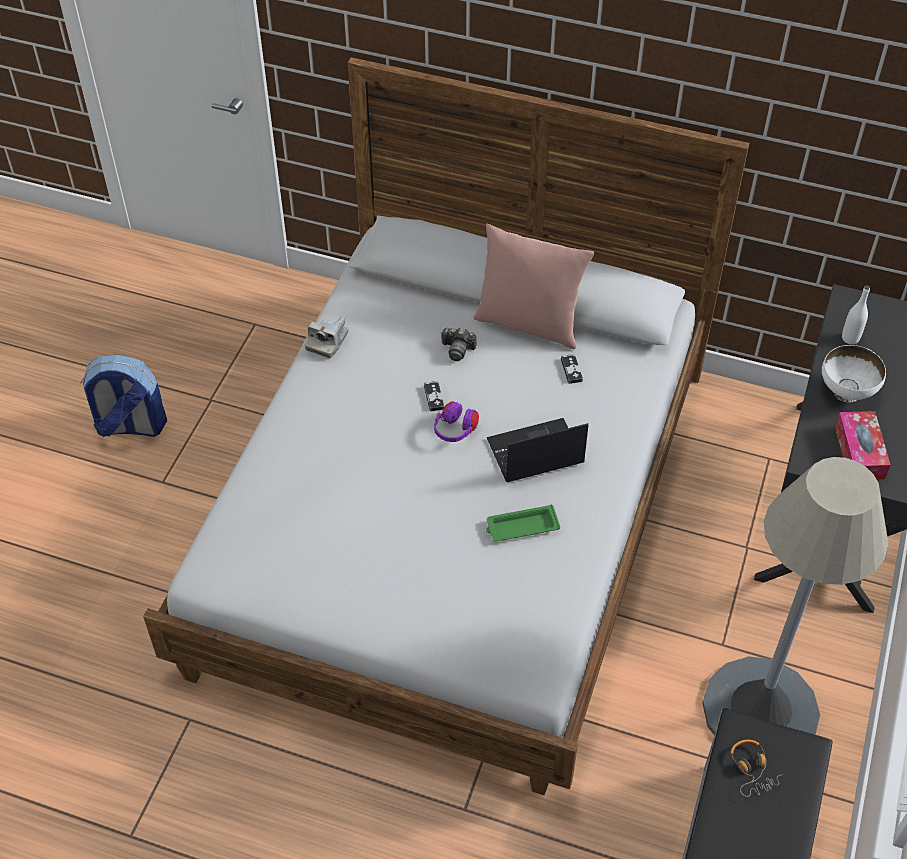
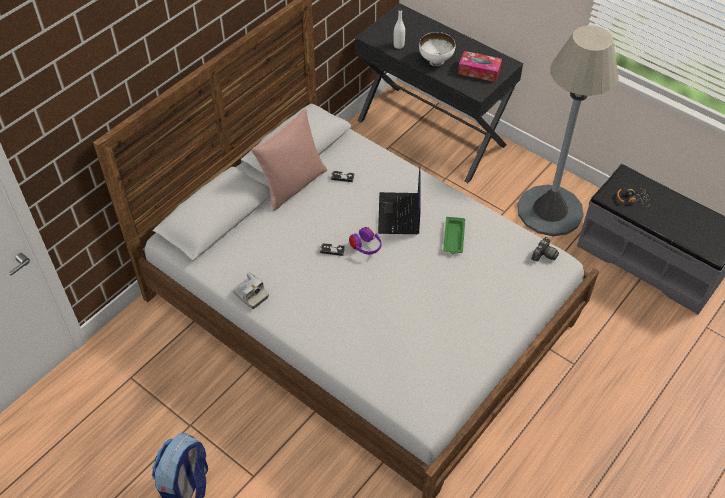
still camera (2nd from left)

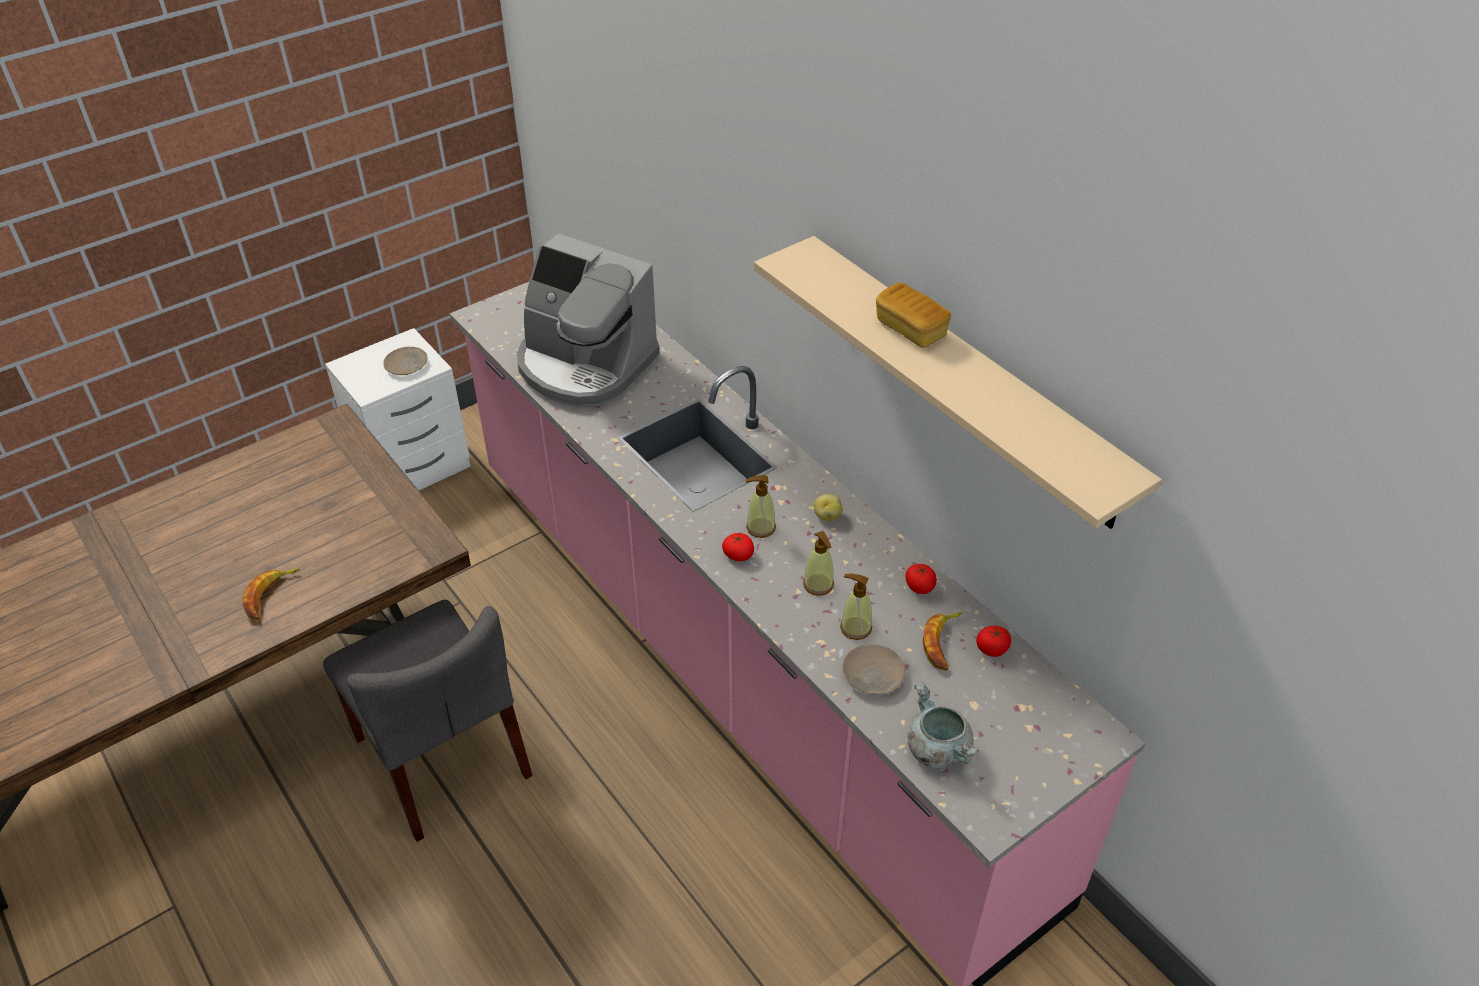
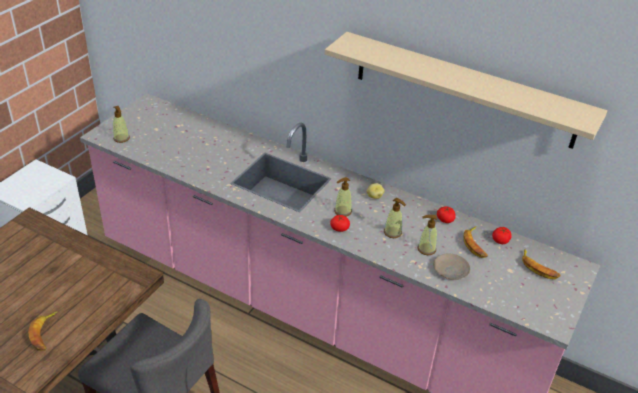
flat dish (beige) (1st from left in the first image)
coffee machine
bread
saucepot (gray)
soap bottle (1st from left)
banana fruit (3rd from left)

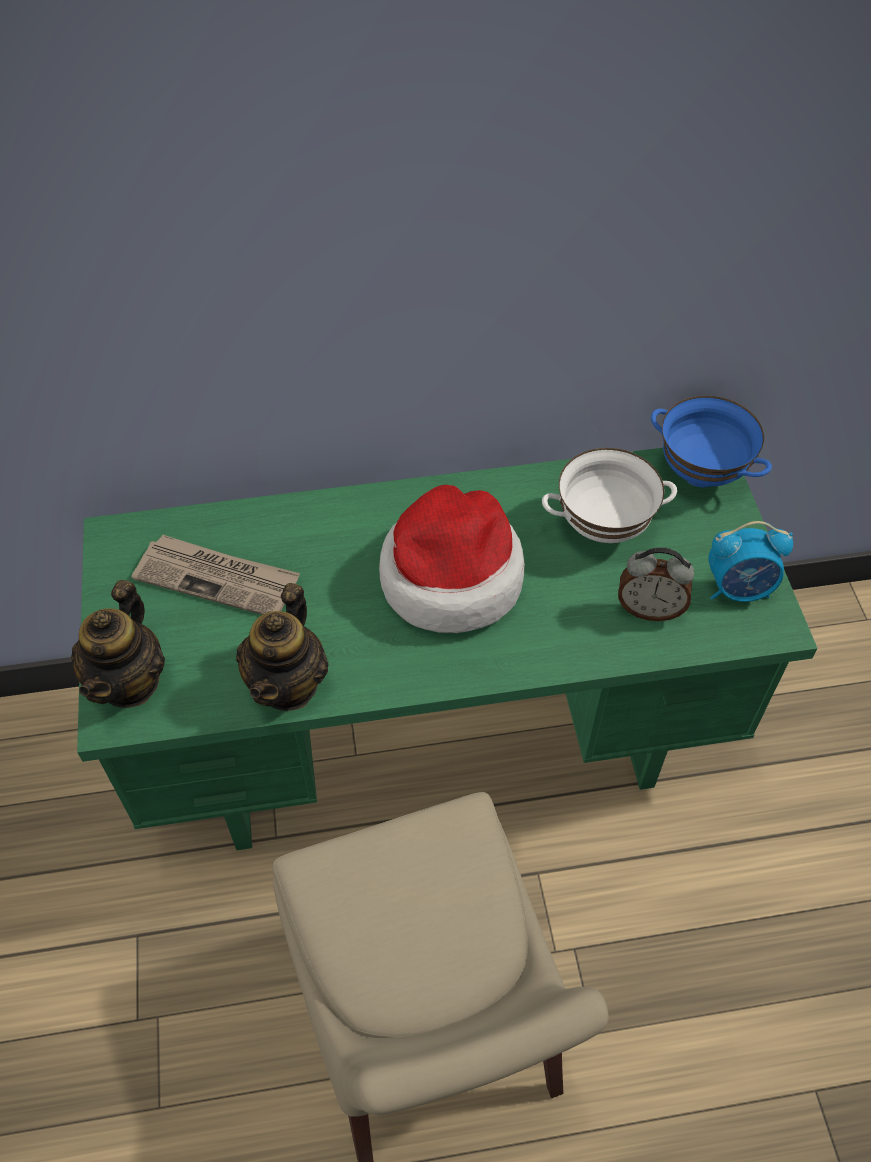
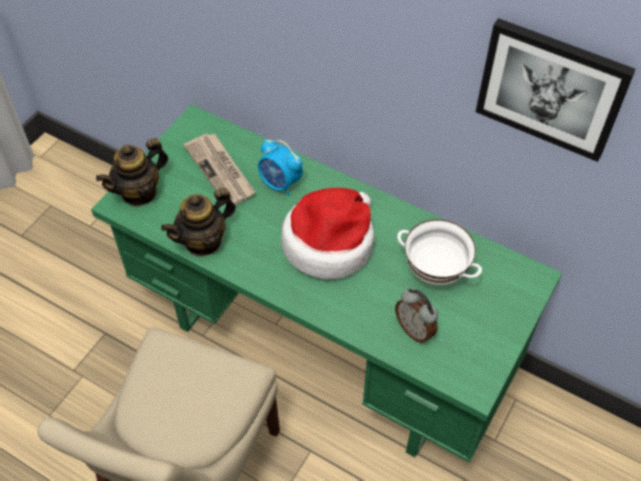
deep dish (blue-coloured)
table clock (1st from left)
wall picture

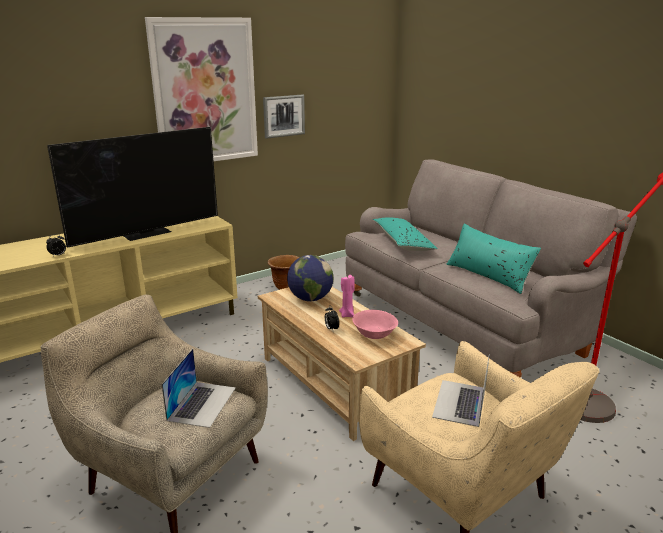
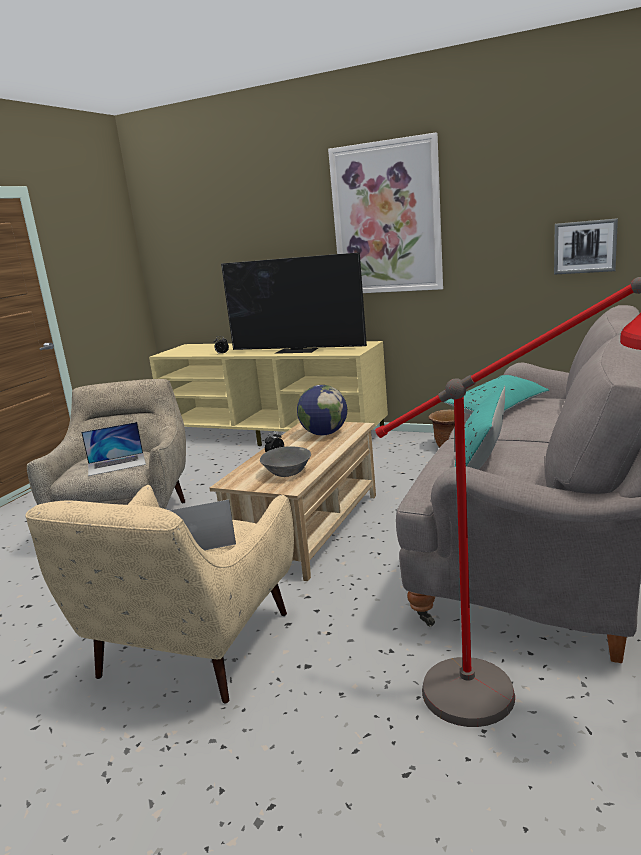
wall picture (2nd from left)
candle (pinkish)
deep dish (gray)

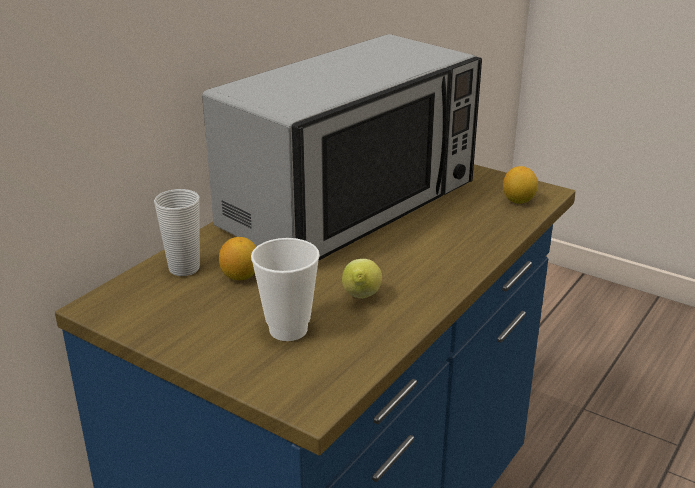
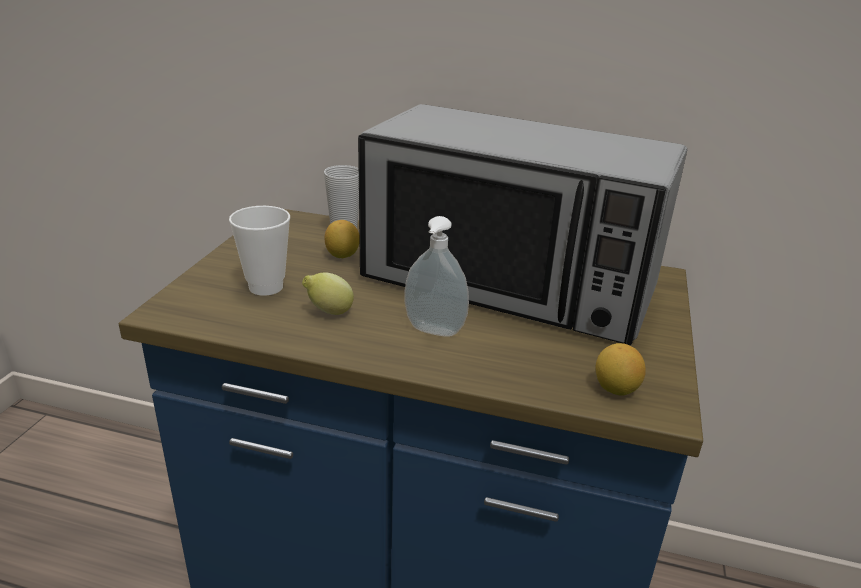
soap bottle

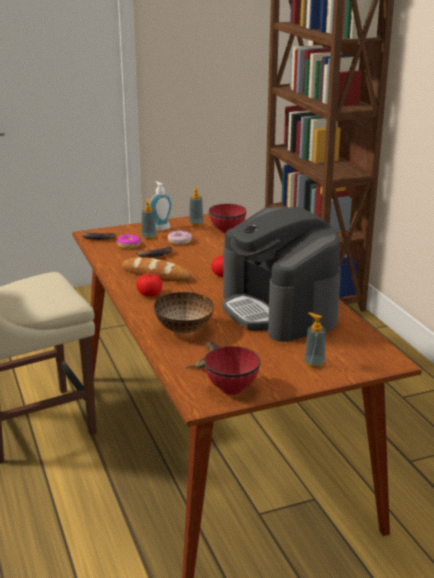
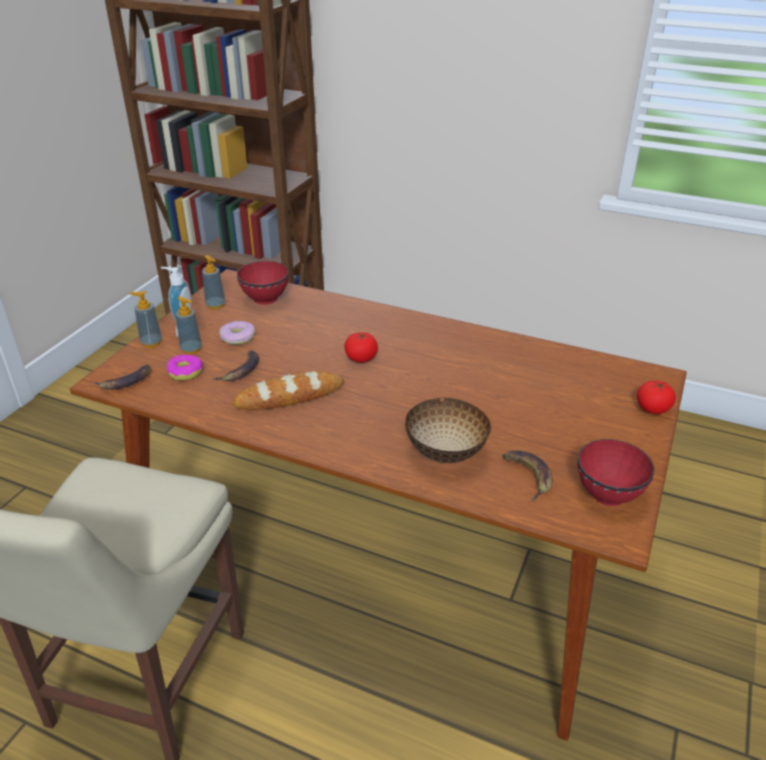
fresh tomato (2nd from left)
coffee machine
soap bottle (1st from left)

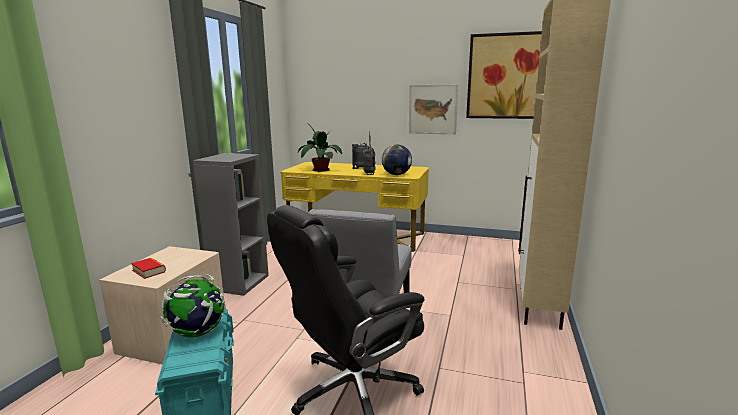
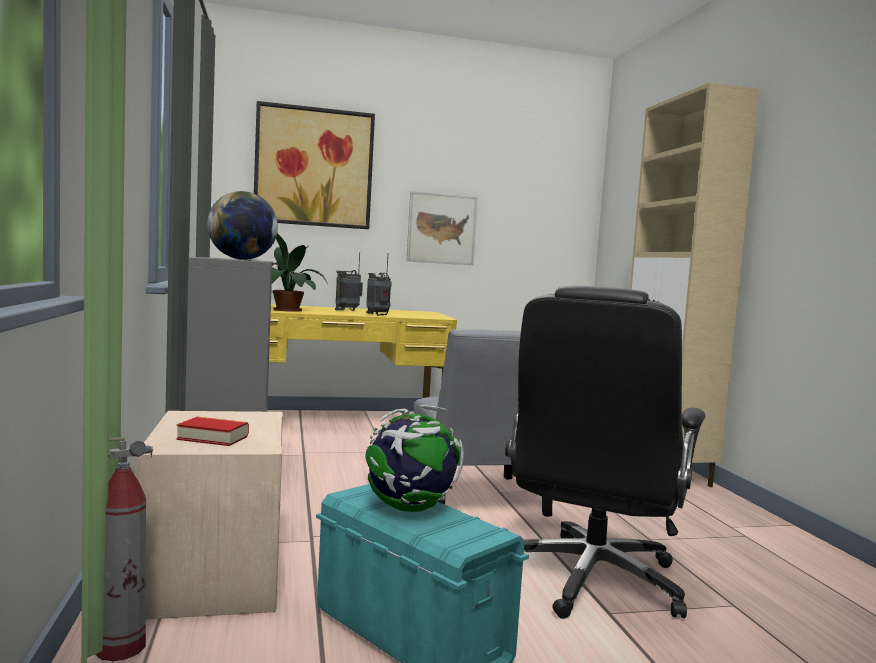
globe (1st from left)
wall picture (1st from left)
fire-fighting cylinder

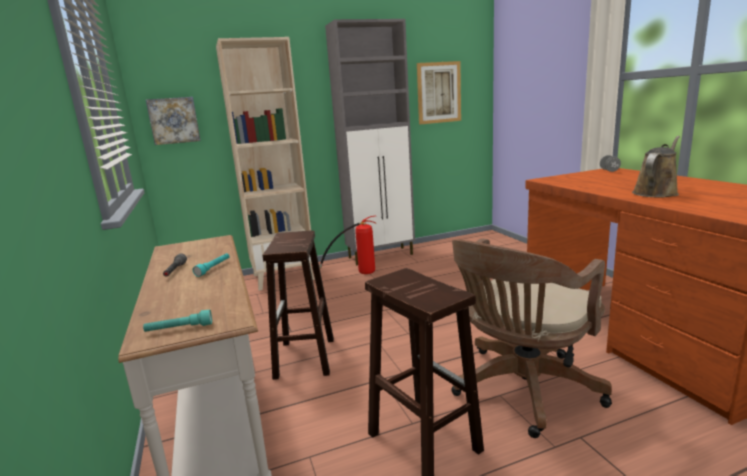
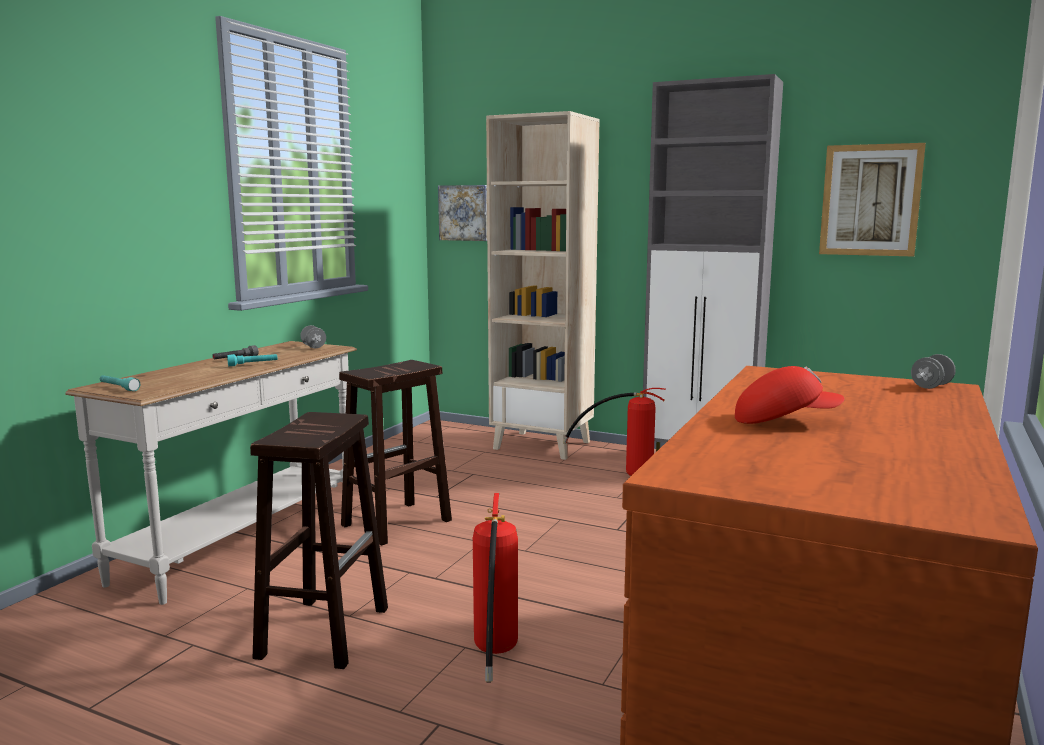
fire-fighting cylinder (1st from left)
cap (reddish)
hand weight (gray) (1st from left)

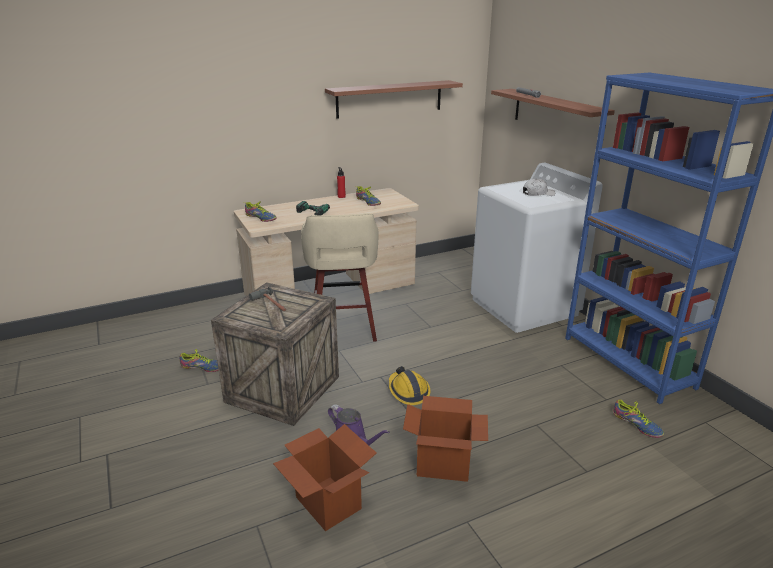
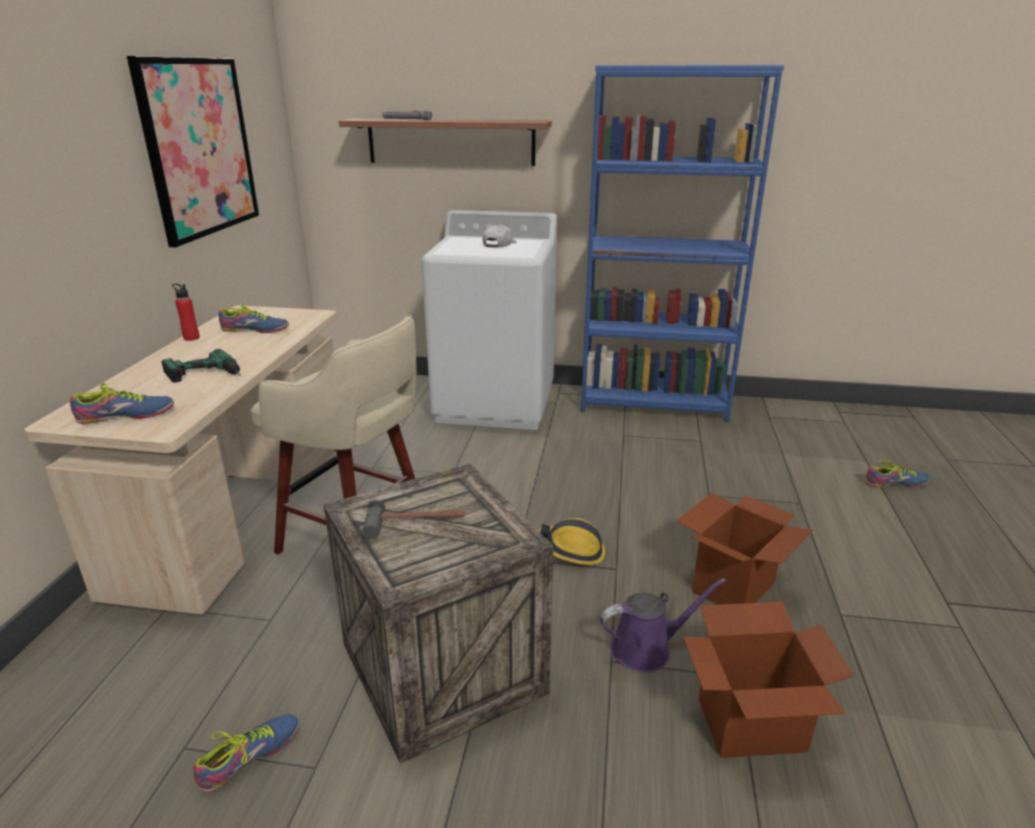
wall picture
item of footwear (4th from left)

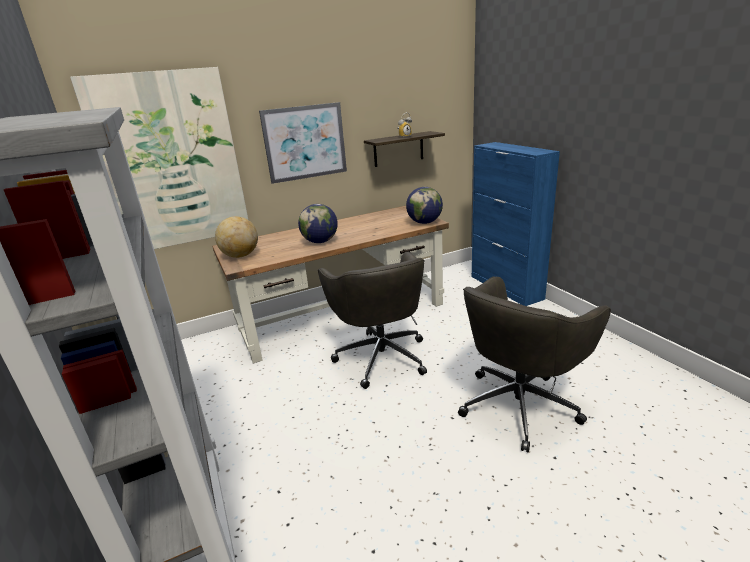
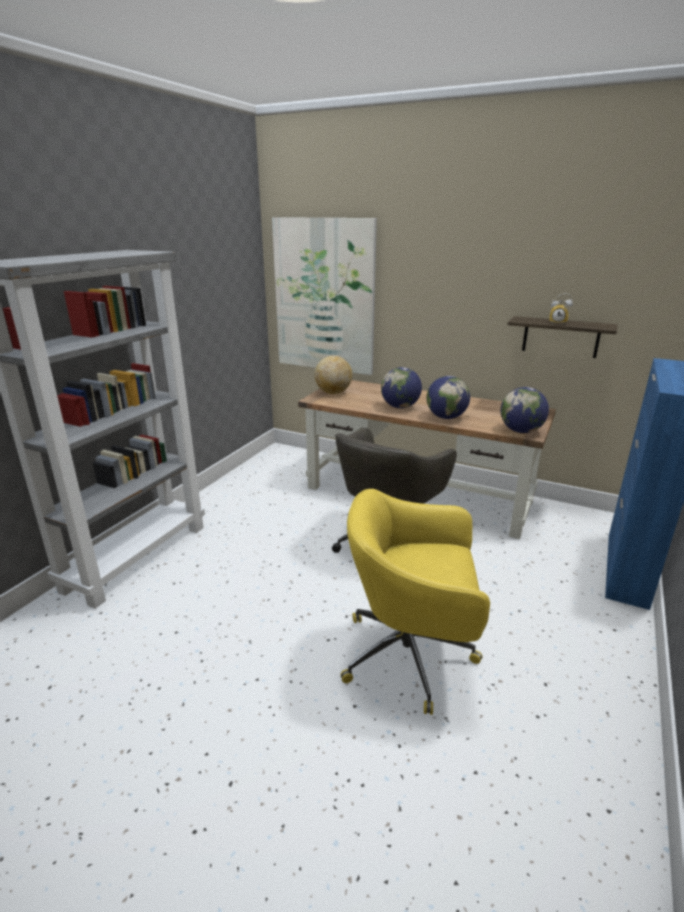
wall picture (2nd from left in the first image)
desk chair (yellowish)
globe (3rd from left)

